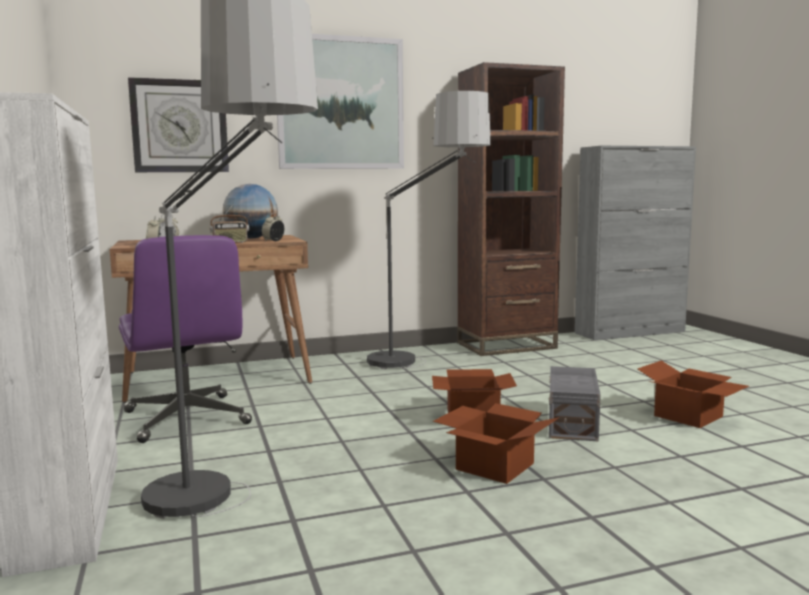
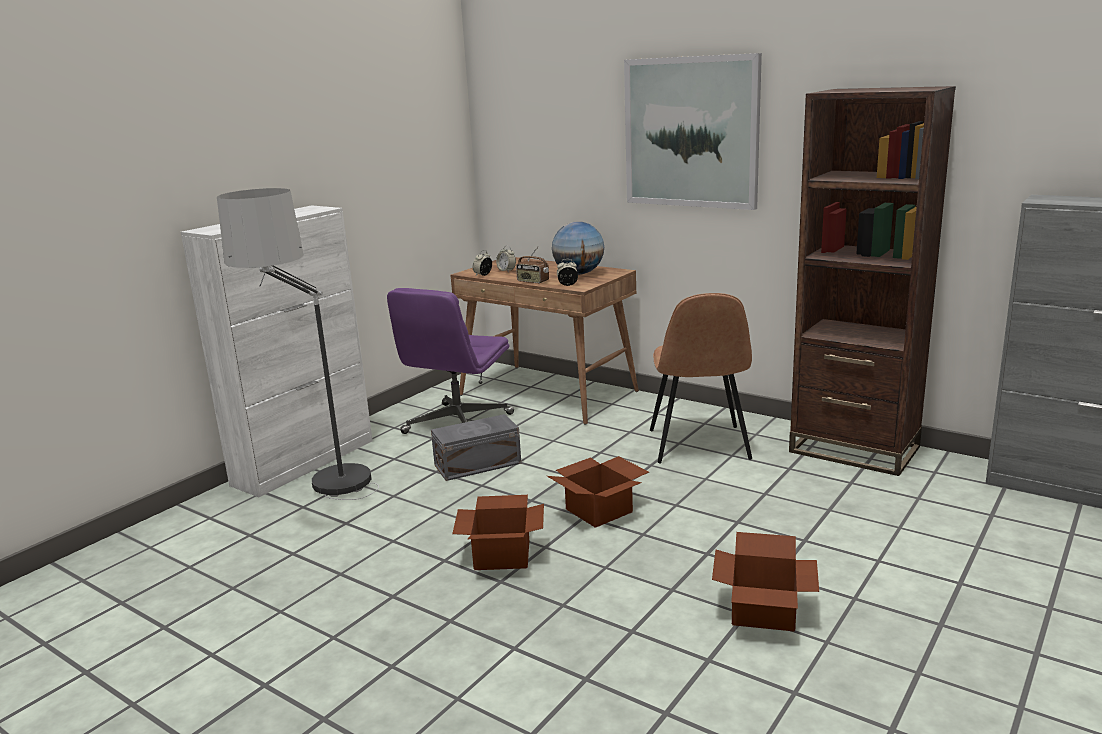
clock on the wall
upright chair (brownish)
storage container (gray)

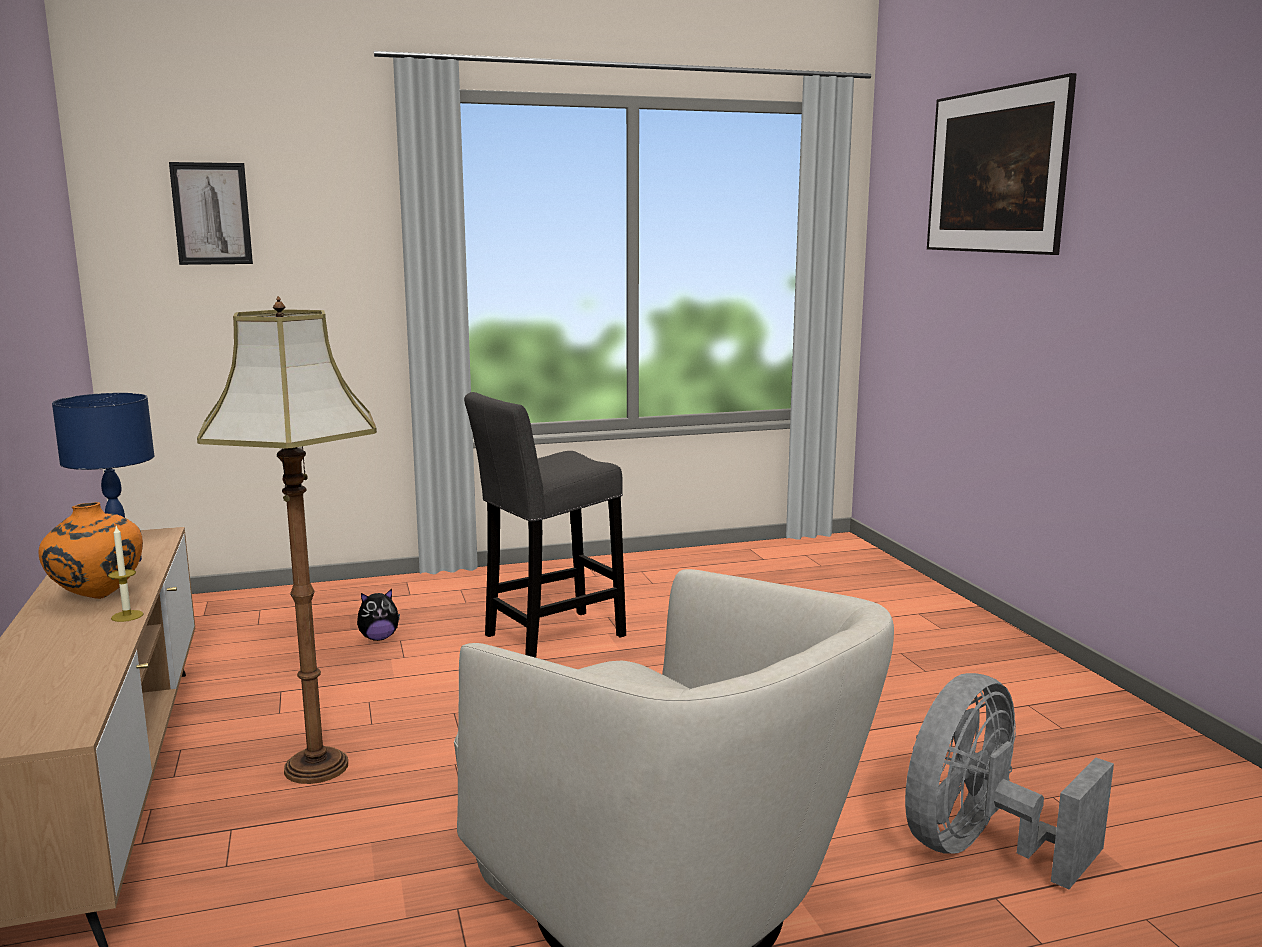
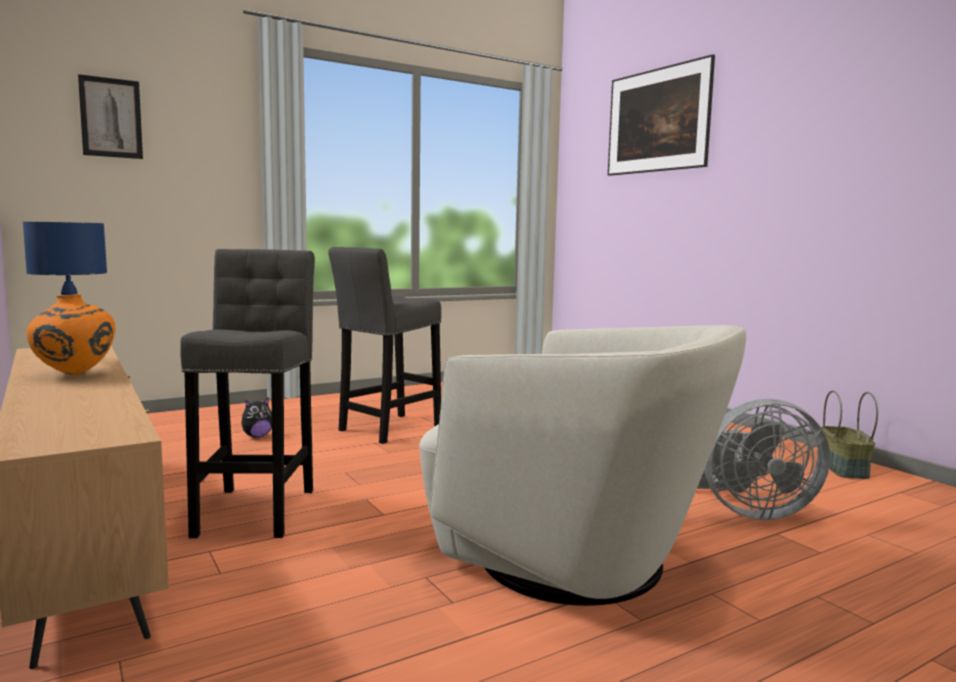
candle
sitting stool (gray) (1st from left)
electric fan (gray)
household basket

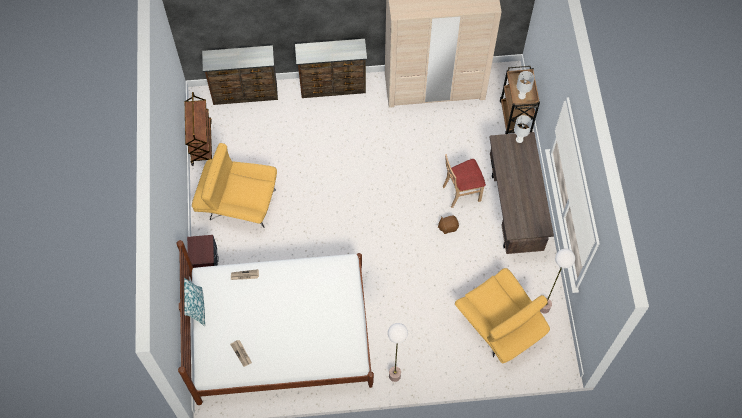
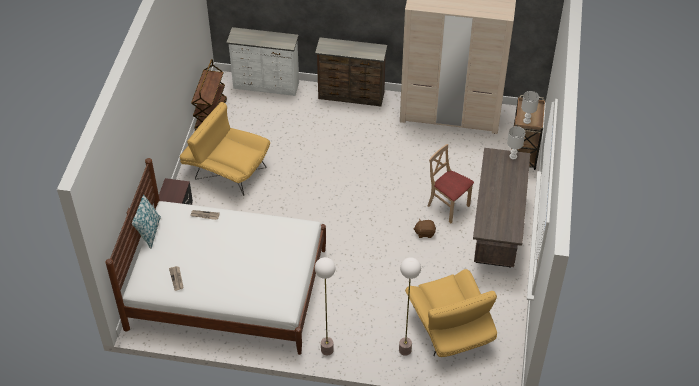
chest of drawers (white-coloured)
upright chair (beige)
standing lamp (2nd from left)

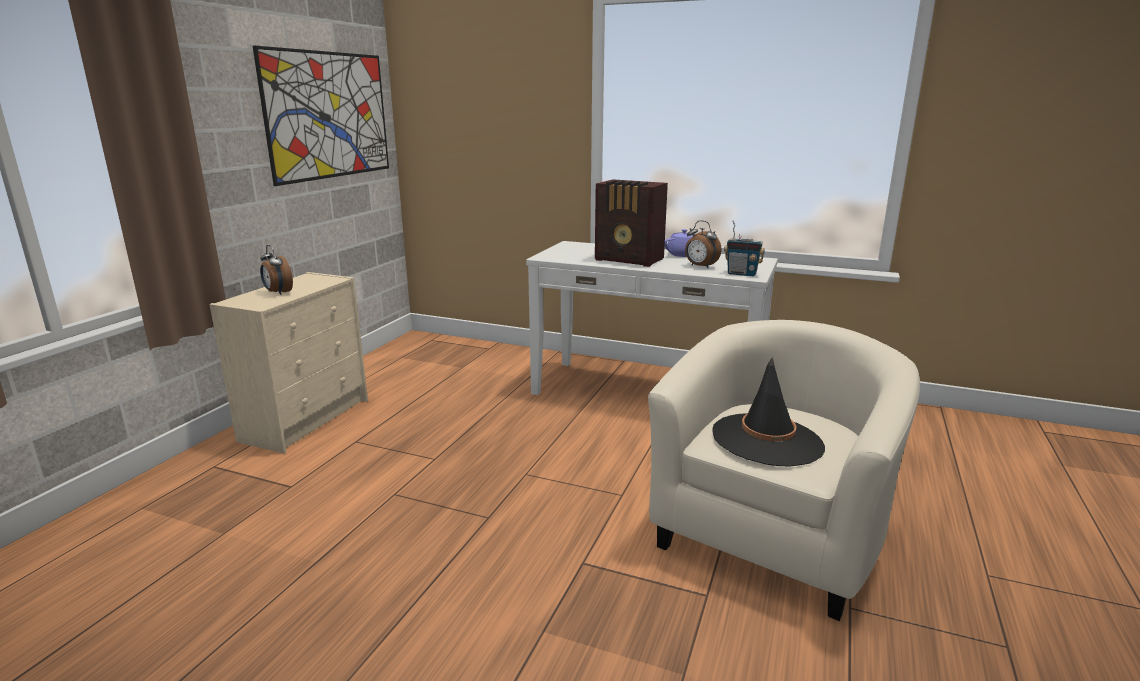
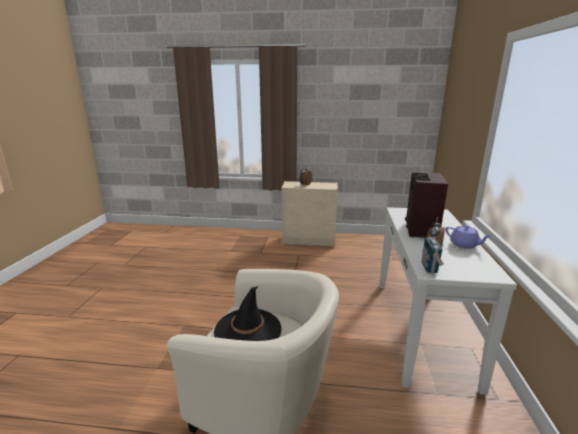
wall picture

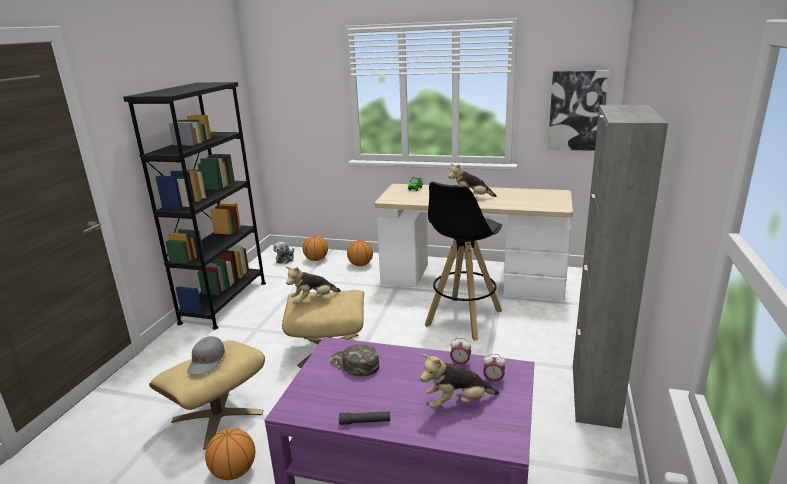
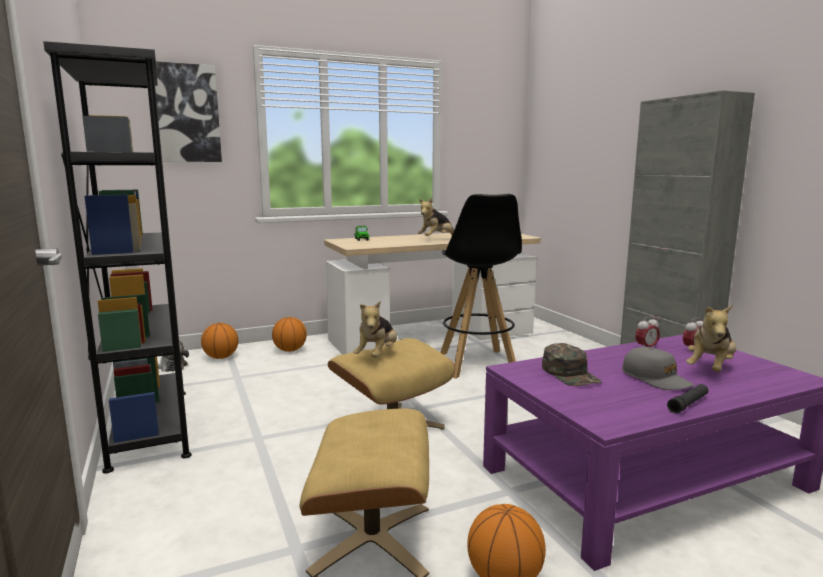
cap (gray)
cap (greenish)
wall picture

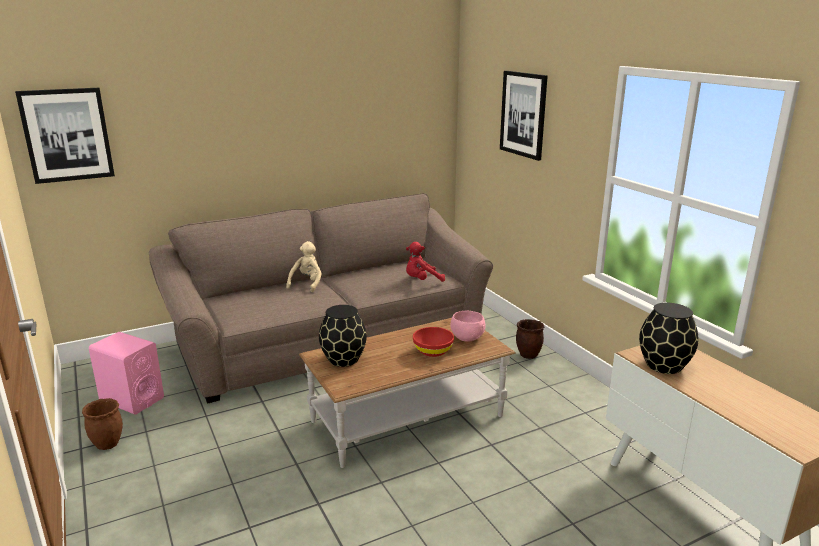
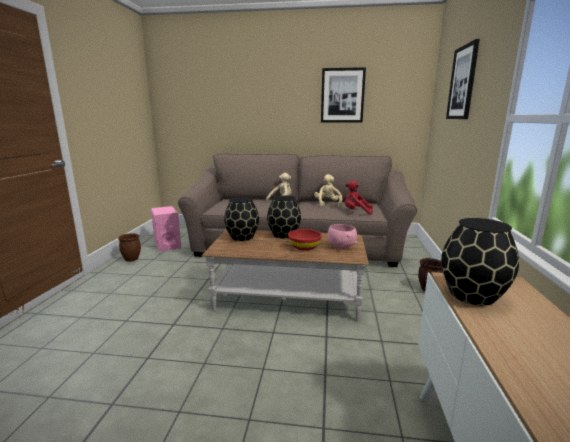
wall picture (1st from left)
flower vase (black) (2nd from left)
cuddly toy (beige) (2nd from left)

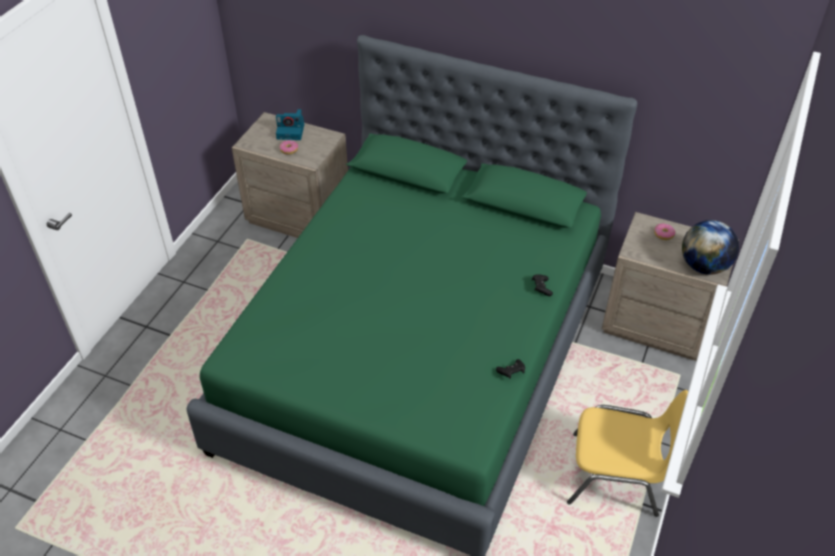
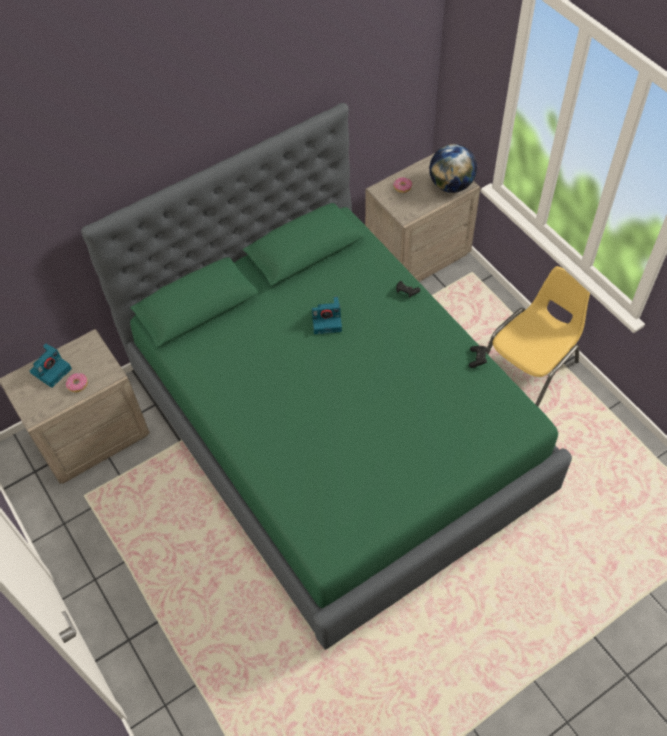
still camera (2nd from left)

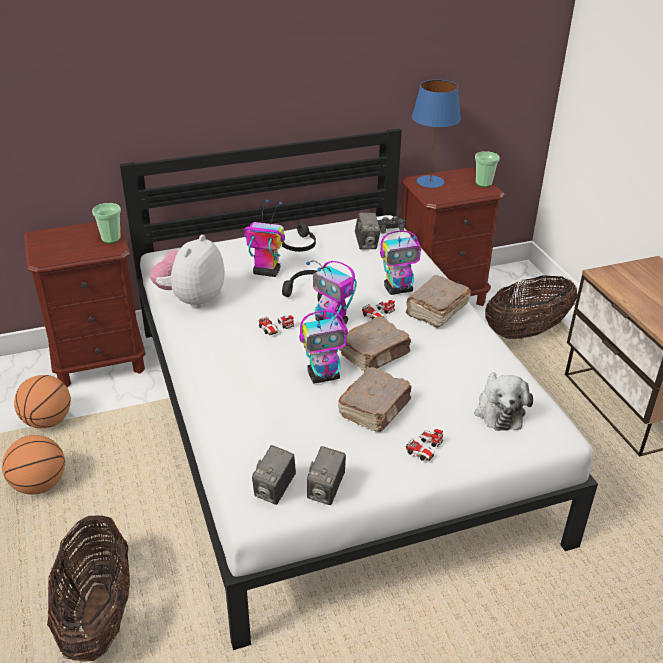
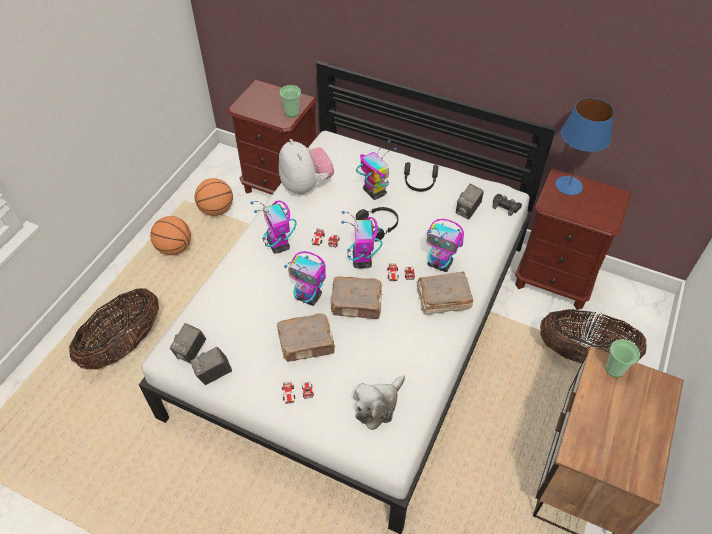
cuddly toy (1st from left)
still camera (1st from left)
small cup (2nd from left)
robot figure (1st from left)

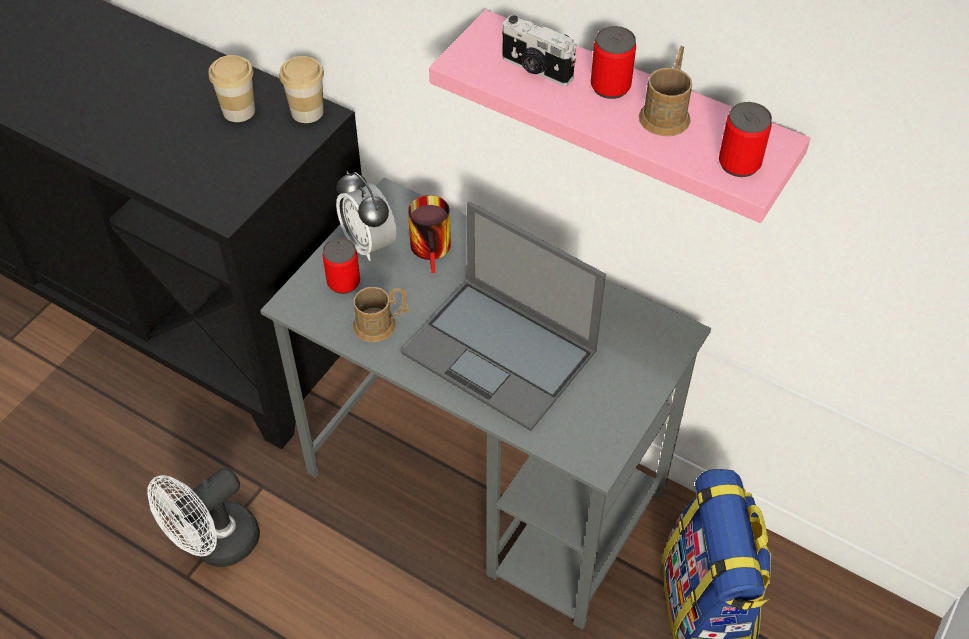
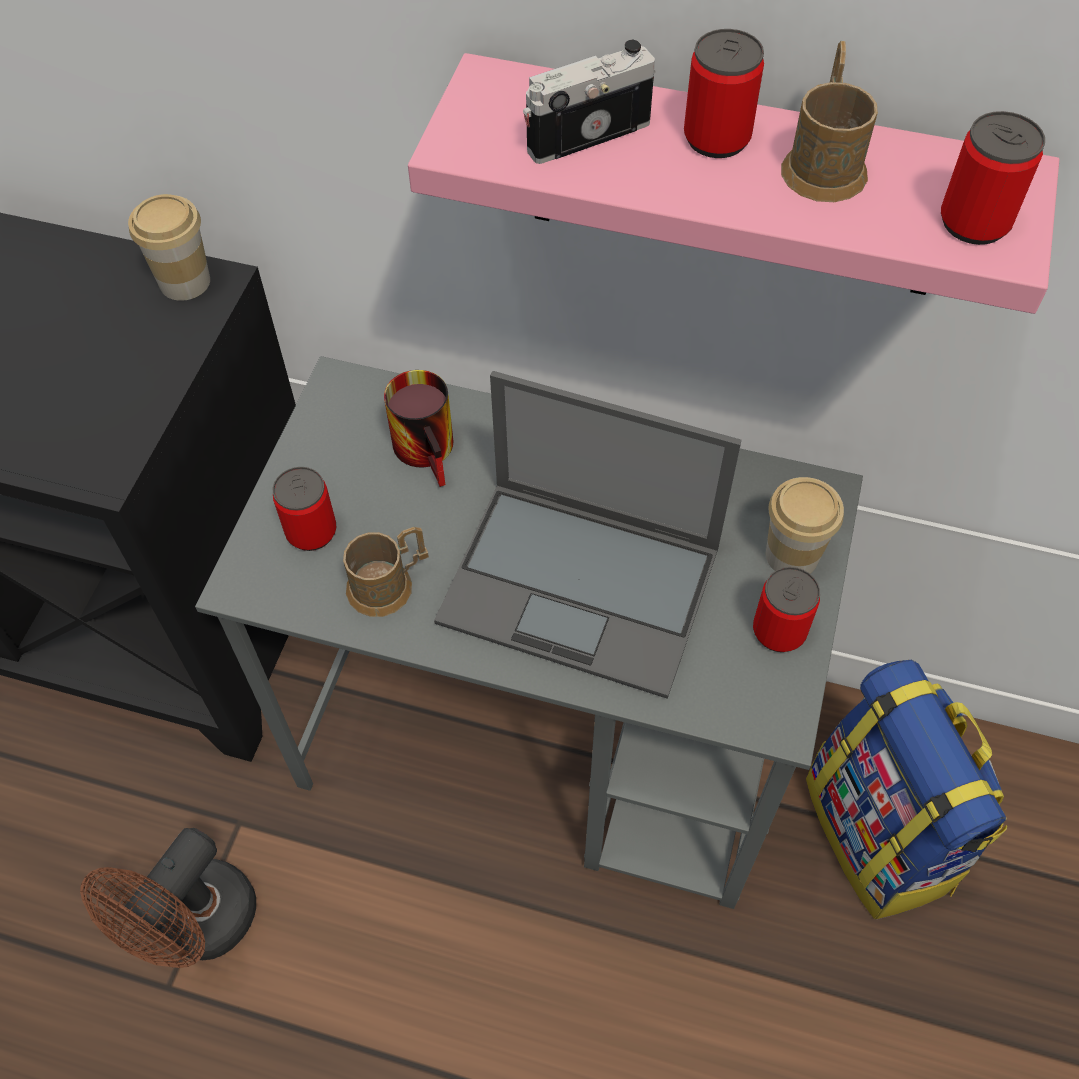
electric fan (brownish)
small cup (2nd from left)
table clock
still camera
sealed can (3rd from left)

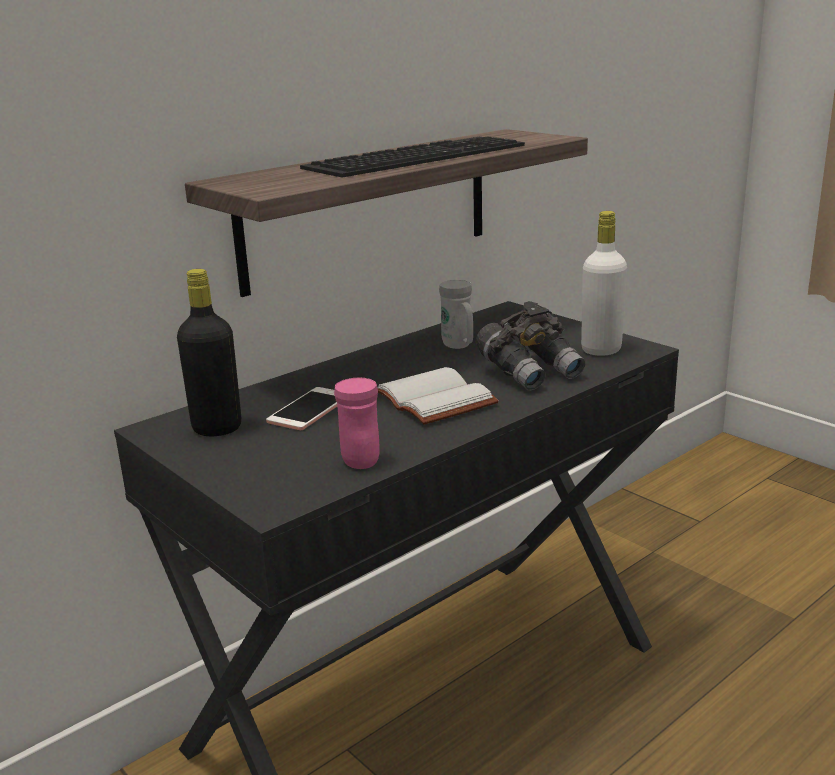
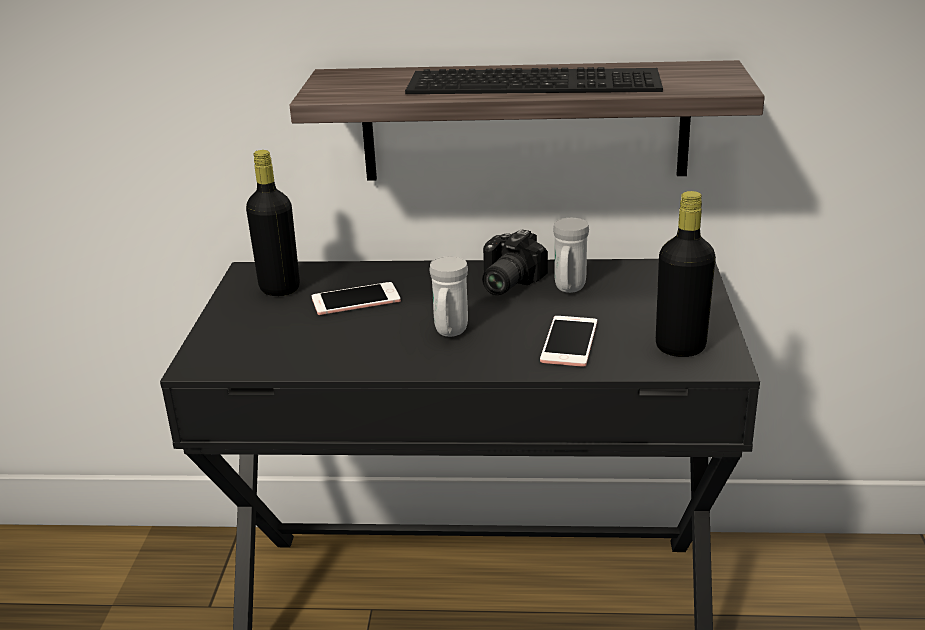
coffee mug (pinkish)
coffee mug (white-coloured) (1st from left)
telephone (2nd from left)
beverage bottle (black) (2nd from left)
still camera

